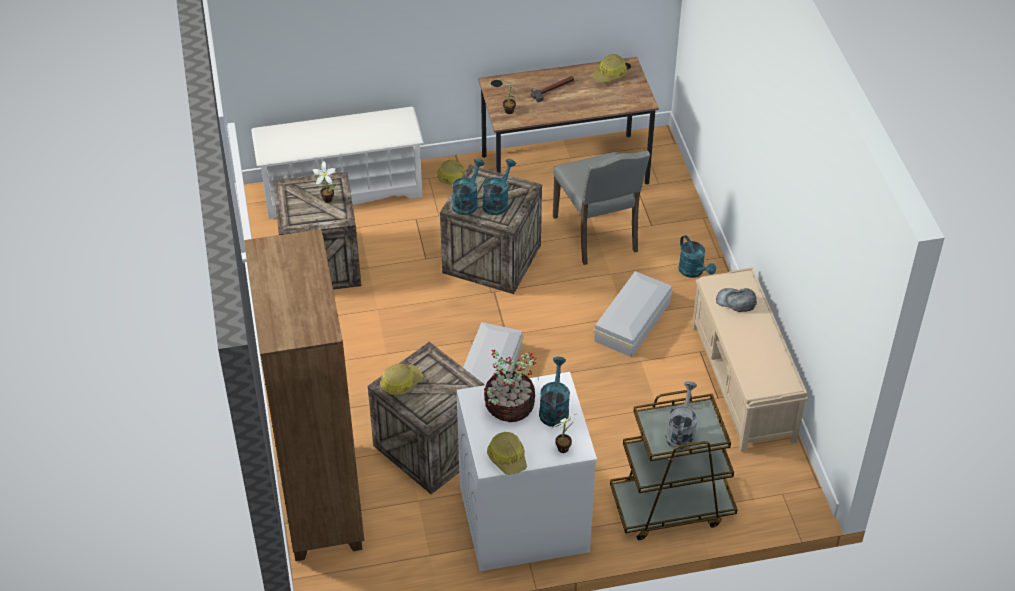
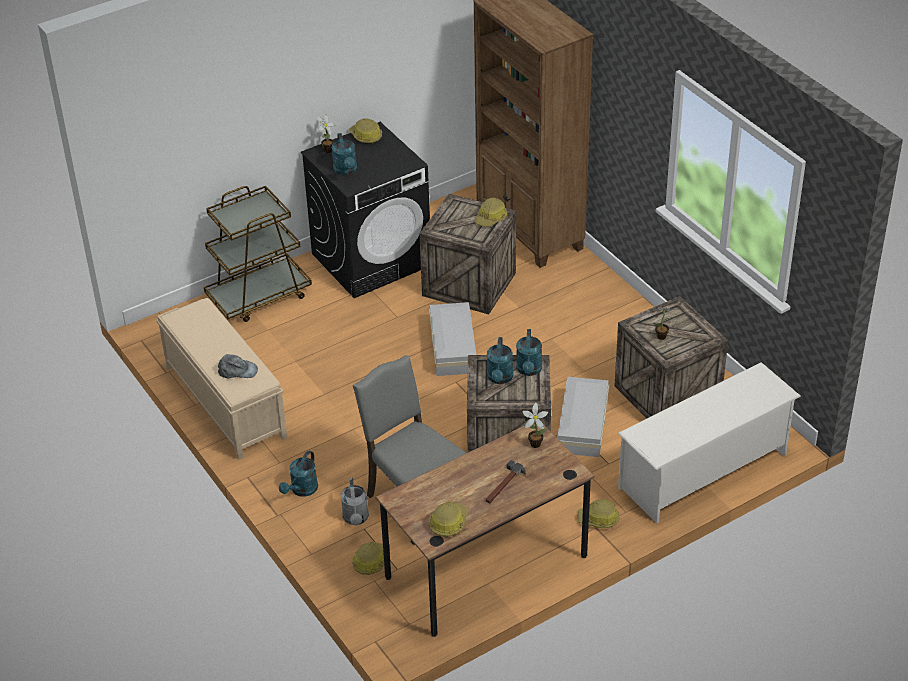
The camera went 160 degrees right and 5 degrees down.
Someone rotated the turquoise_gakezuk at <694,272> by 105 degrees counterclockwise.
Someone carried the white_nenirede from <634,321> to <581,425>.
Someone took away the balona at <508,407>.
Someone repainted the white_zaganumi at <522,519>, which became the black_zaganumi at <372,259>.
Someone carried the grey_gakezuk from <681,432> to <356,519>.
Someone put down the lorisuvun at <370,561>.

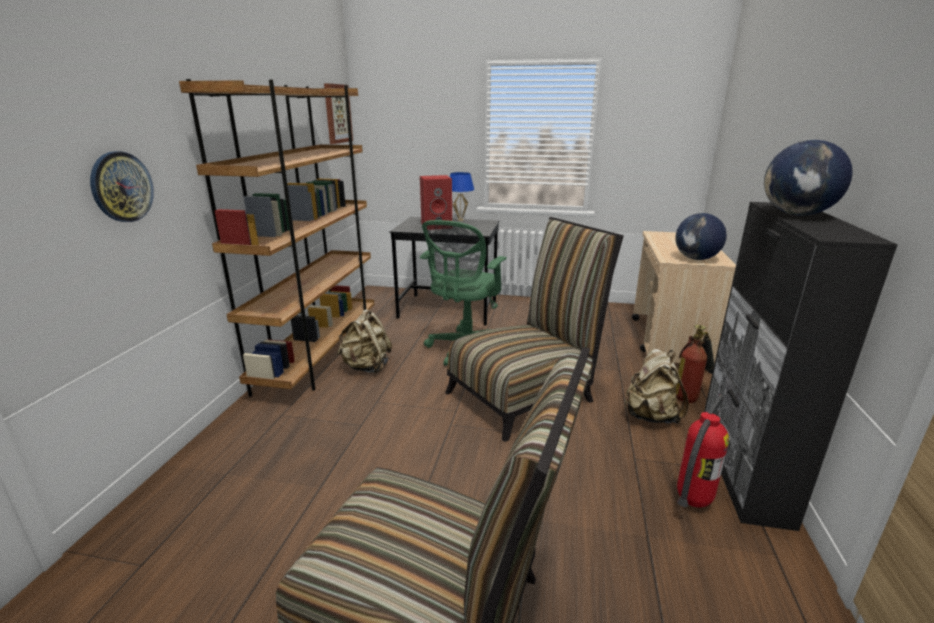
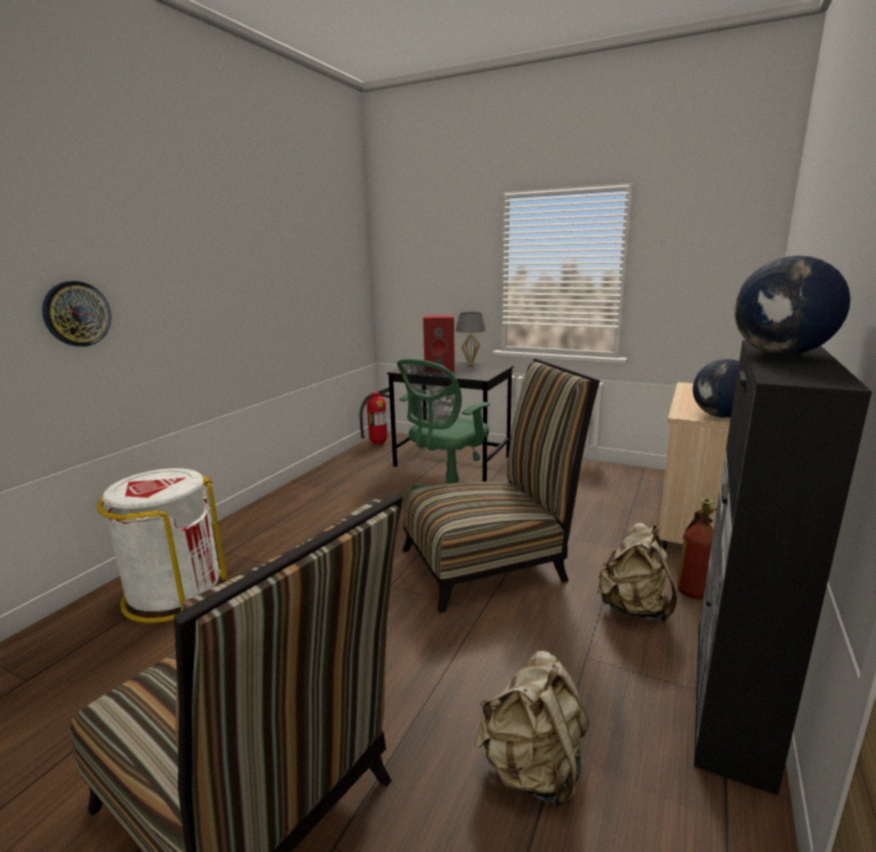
The camera went 15 degrees right and 5 degrees down.
Someone took away the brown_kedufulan at <320,354>.
Someone took away the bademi at <337,113>.
Someone repainted the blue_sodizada at <460,220>, which became the grey_sodizada at <470,364>.
Someone carried the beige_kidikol from <366,367> to <533,769>.
Someone carried the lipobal from <692,501> to <378,443>.
Someone put down the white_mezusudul at <174,592>.

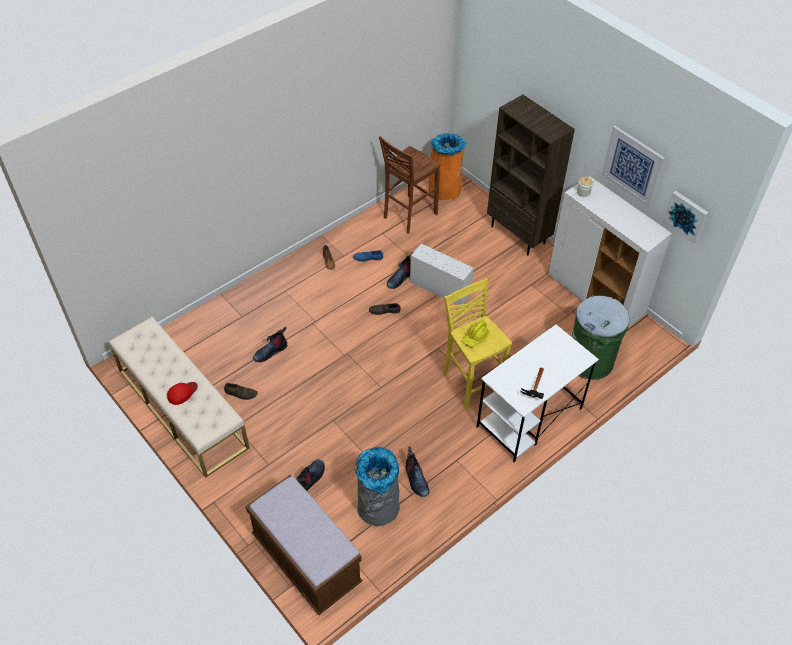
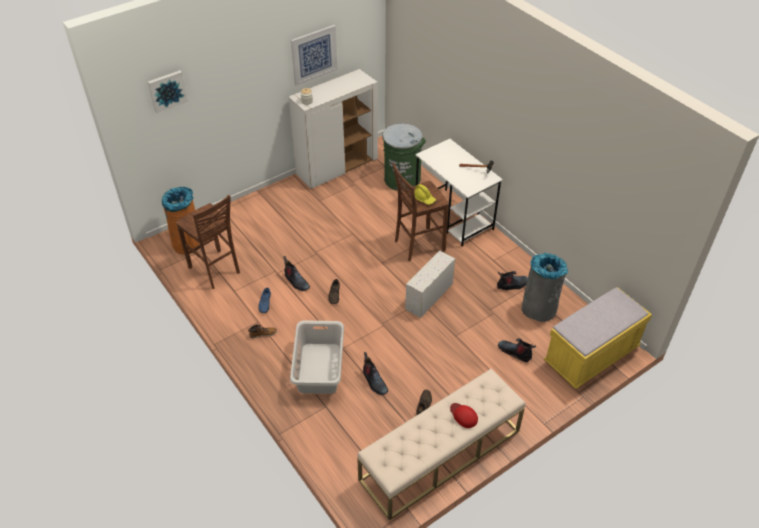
The camera went 85 degrees left and 5 degrees down.
Someone took away the brown_kedufulan at <518,235>.
Someone carried the bademi from <686,216> to <167,90>.
Someone carried the white_nenirede from <439,287> to <428,297>.
Someone repainted the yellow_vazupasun at <471,381>, which became the brown_vazupasun at <418,245>.
Someone repainted the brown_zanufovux at <306,560>, which became the yellow_zanufovux at <591,356>.
Someone put down the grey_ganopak at <318,368>.

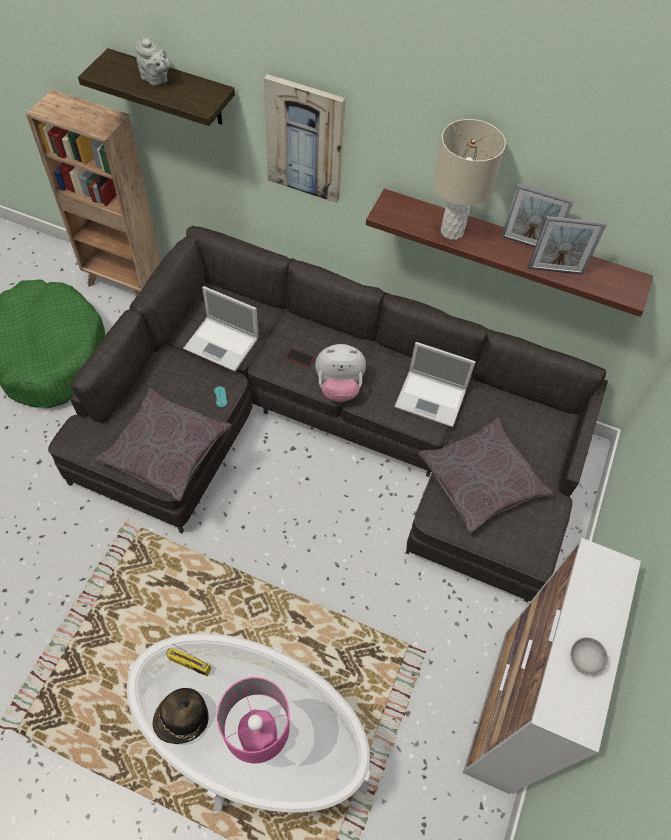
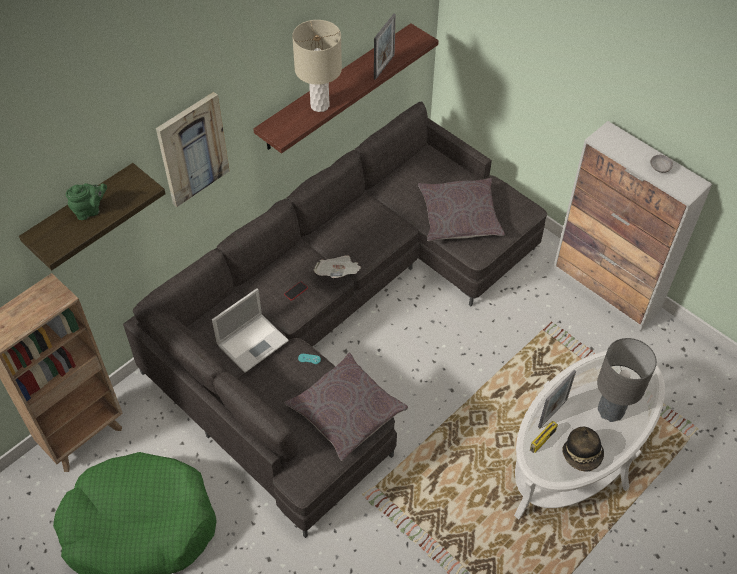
The camera went 65 degrees left and 5 degrees down.
Someone repainted the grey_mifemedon at <156,80>, which became the green_mifemedon at <90,211>.
Someone carried the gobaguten from <527,244> to <552,413>.
Someone took away the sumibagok at <432,398>.
Someone swapped the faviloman at <339,387> for the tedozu at <338,274>.
Someone repainted the pink_sodizada at <259,739>, which became the grey_sodizada at <610,410>.

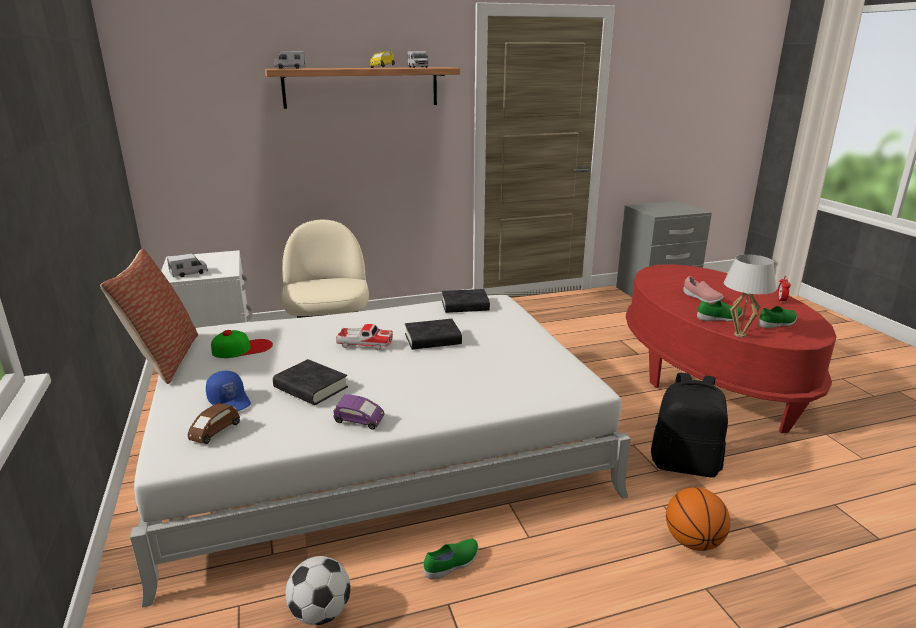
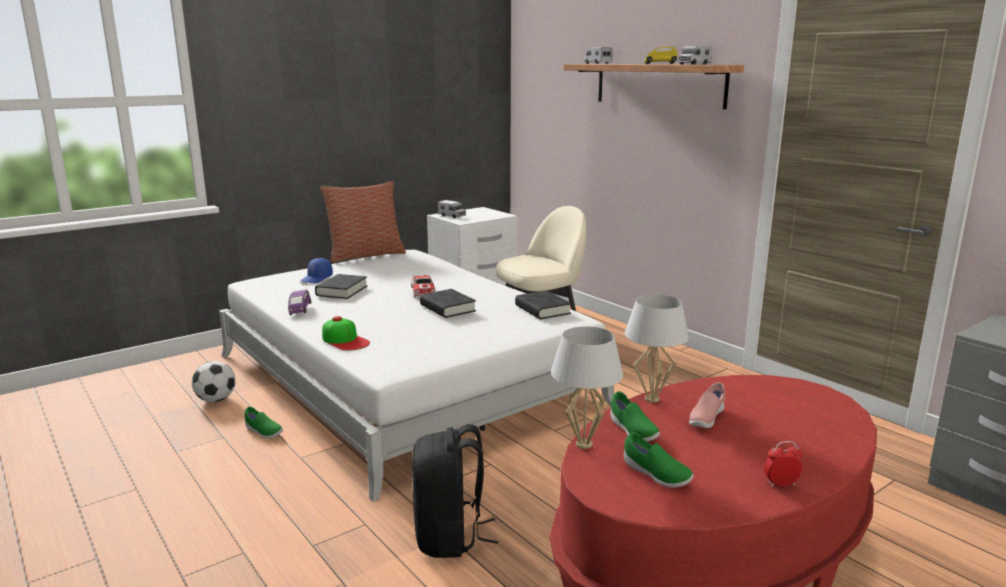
The camera went 70 degrees right and 5 degrees down.
Someone carried the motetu from <242,348> to <345,340>.
Someone took away the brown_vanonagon at <214,433>.
Someone took away the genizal at <693,542>.
Someone put down the white_sodizada at <652,399>.

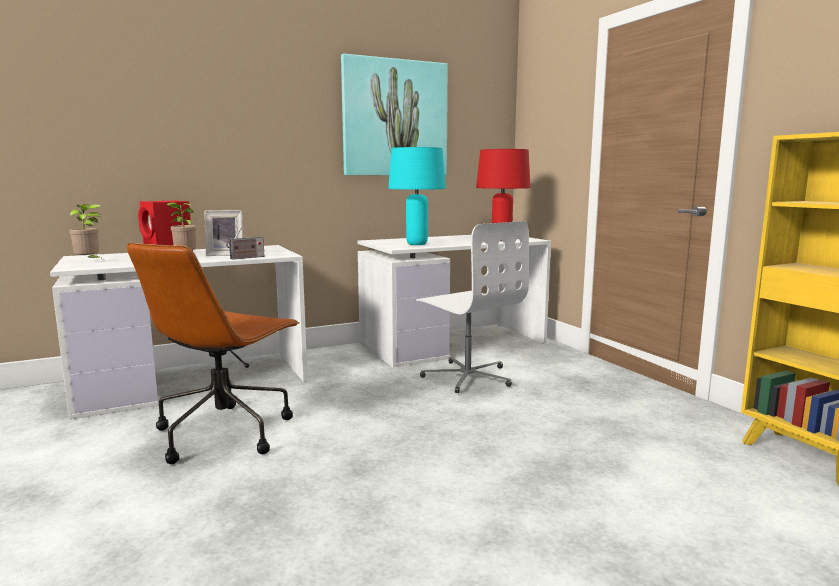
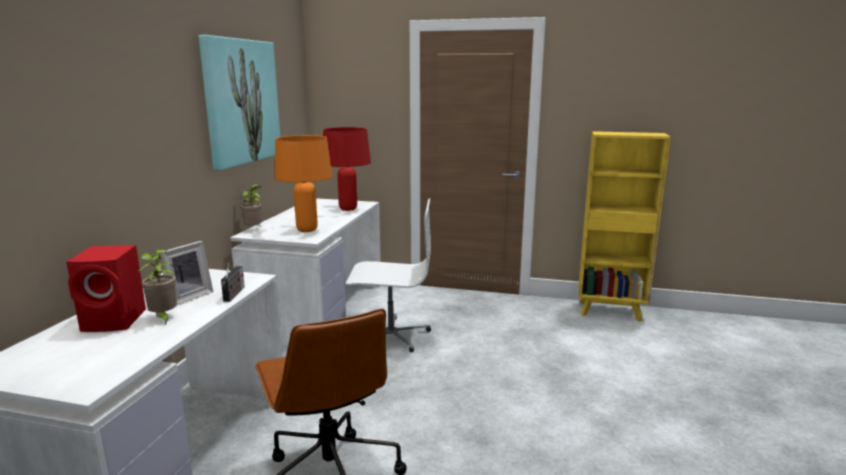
The camera went 50 degrees left and 5 degrees up.
Someone repainted the turquoise_sodizada at <416,244>, which became the orange_sodizada at <306,230>.
Someone carried the balona from <89,262> to <254,229>.

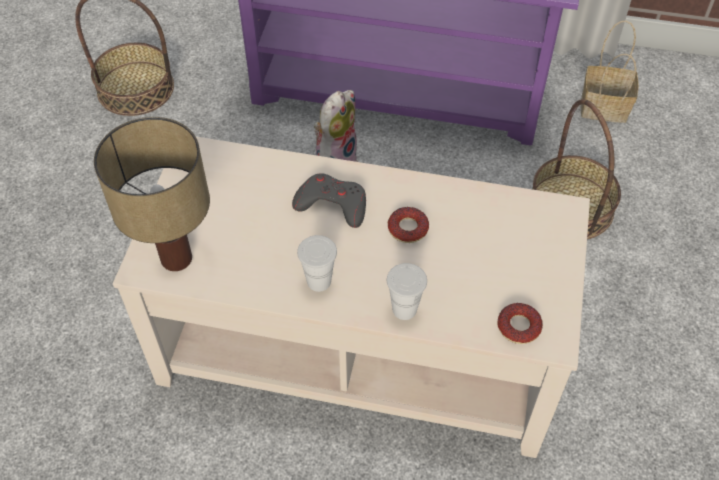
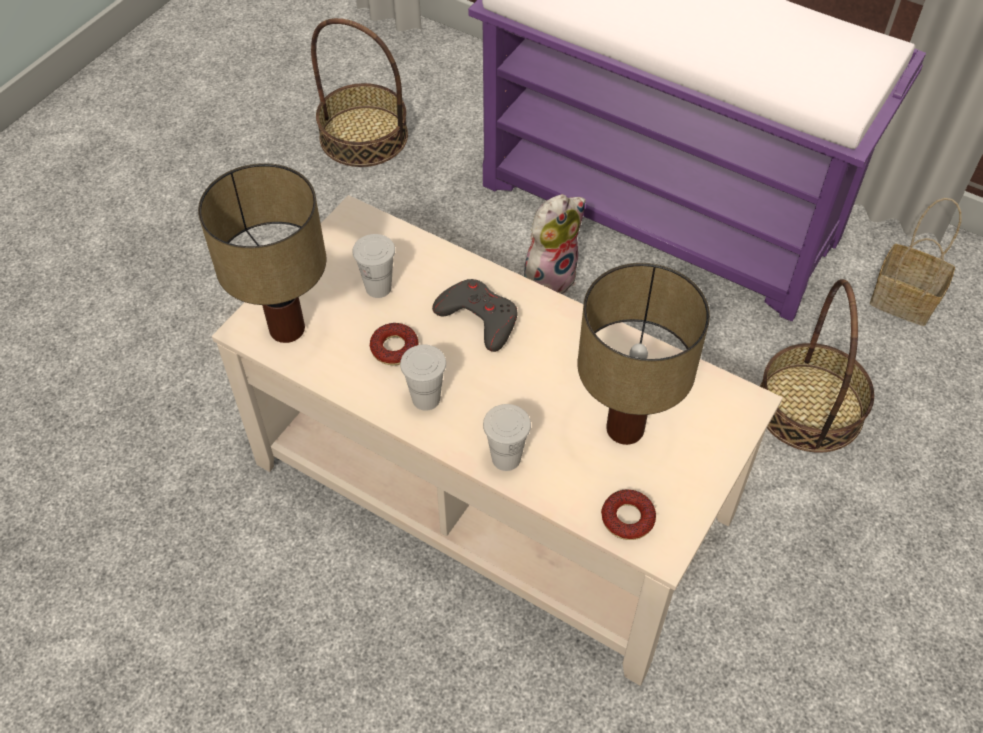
The camera went 20 degrees right and 0 degrees up.
Someone carried the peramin from <407,228> to <394,348>.
Someone put down the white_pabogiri at <378,288>.
Someone put down the sodizada at <627,429>.

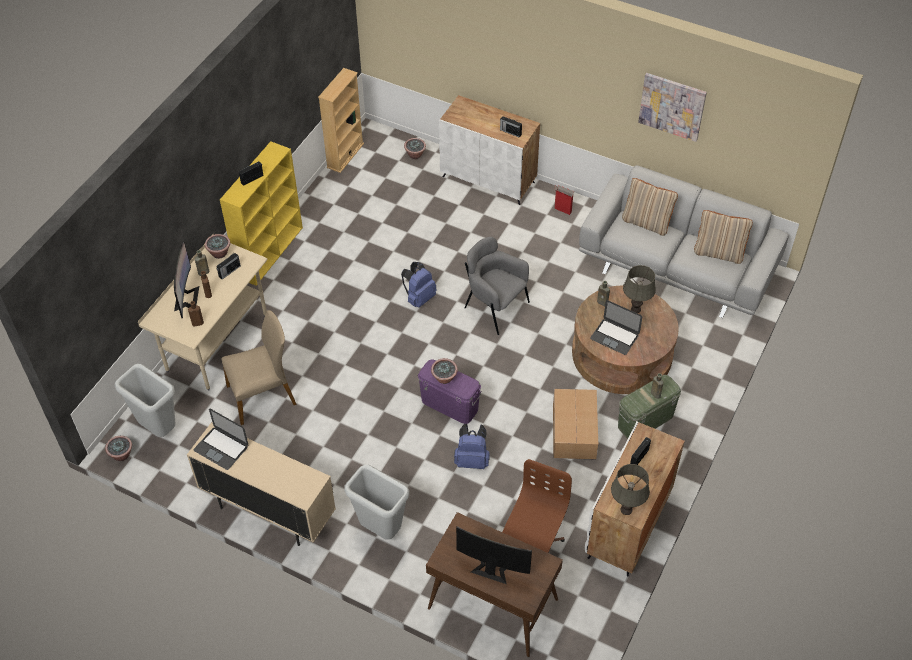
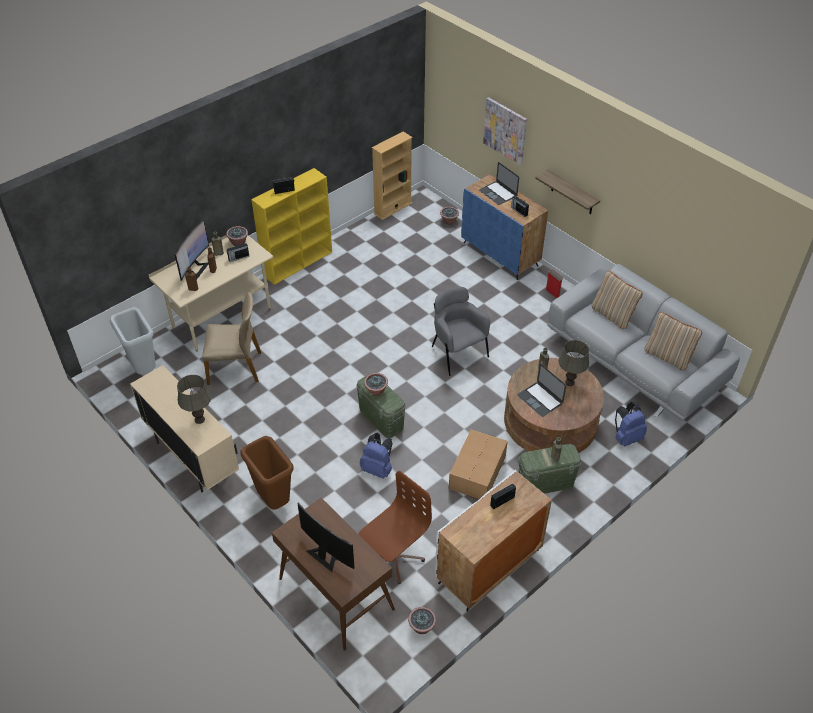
The camera went 20 degrees right and 5 degrees down.
Someone carried the bademi from <672,106> to <505,130>.
Someone repainted the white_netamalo at <489,179>, which became the blue_netamalo at <500,254>.
Someone carried the blue_kidikol from <419,298> to <626,437>.
Someone repainted the purple_nenirede at <449,404>, which became the green_nenirede at <381,418>.
Someone carried the sumibagok from <221,448> to <498,193>.
Someone carried the balona from <122,455> to <421,627>.
Someone carried the grey_sodizada from <626,509> to <199,419>.
Someone repainted the grey_mezusudul at <380,530>, which became the brown_mezusudul at <273,501>.
Someone put up the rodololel at <572,193>.

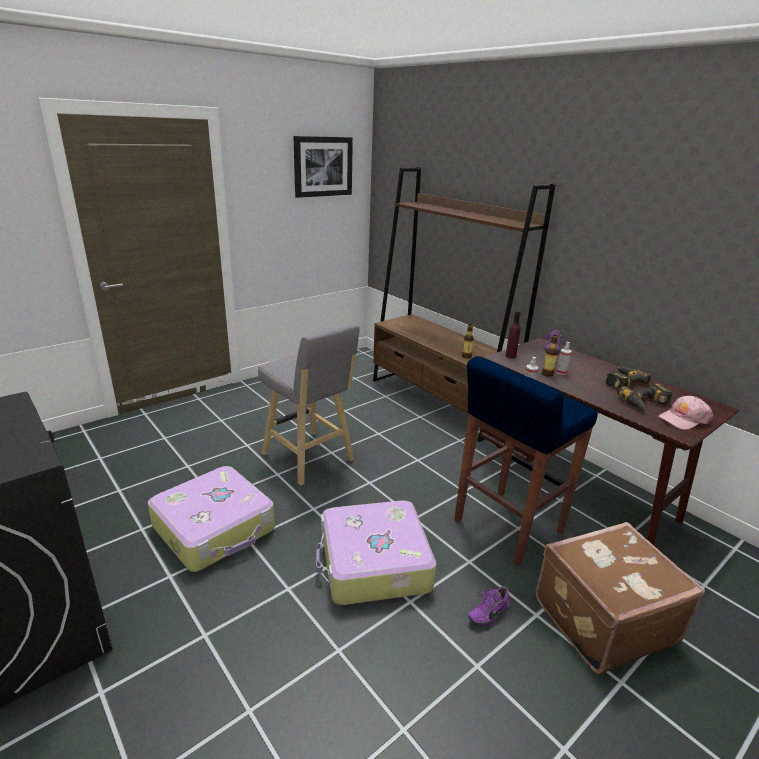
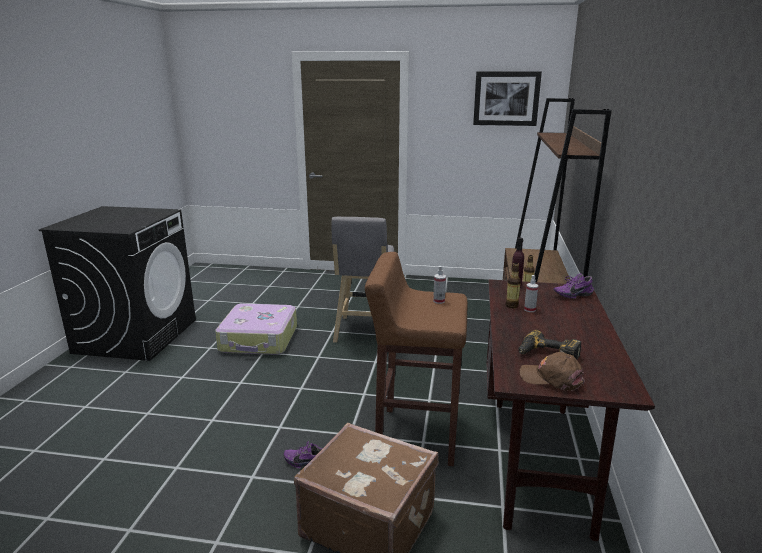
The camera went 50 degrees right and 5 degrees down.
Someone repainted the blue_vazupasun at <506,526>, which became the brown_vazupasun at <416,435>.
Someone took away the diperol at <621,381>.
Someone repainted the pink_motetu at <683,419>, which became the brown_motetu at <551,378>.
Someone took away the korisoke at <373,563>.

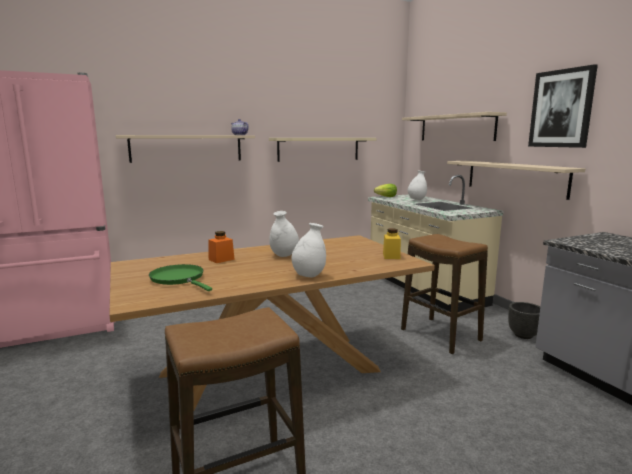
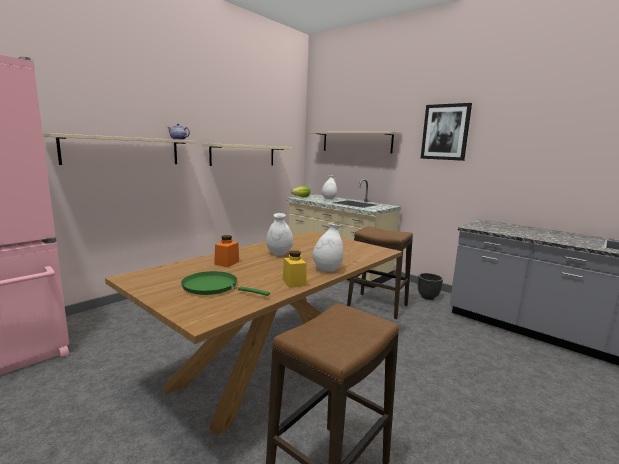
The camera went 25 degrees left and 0 degrees up.
Someone took away the beige_rodololel at <515,178>.
Someone carried the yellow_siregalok from <391,256> to <294,282>.

